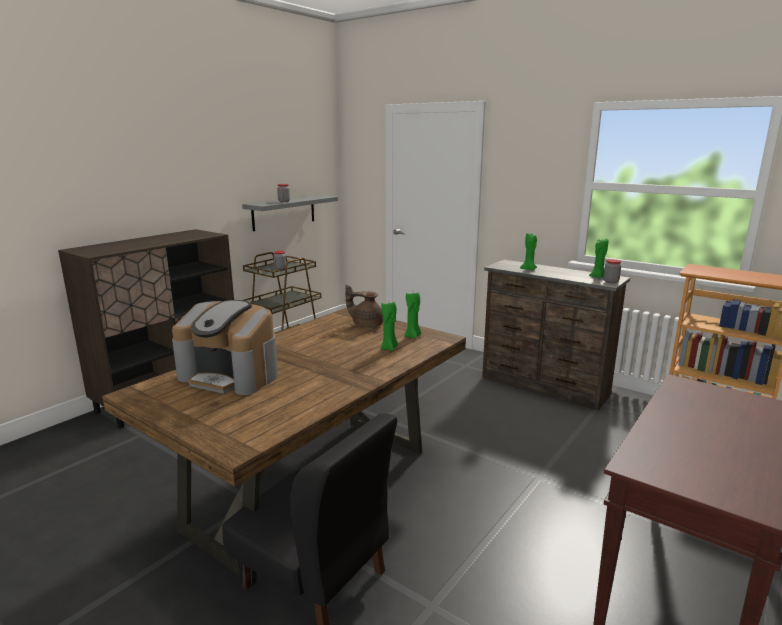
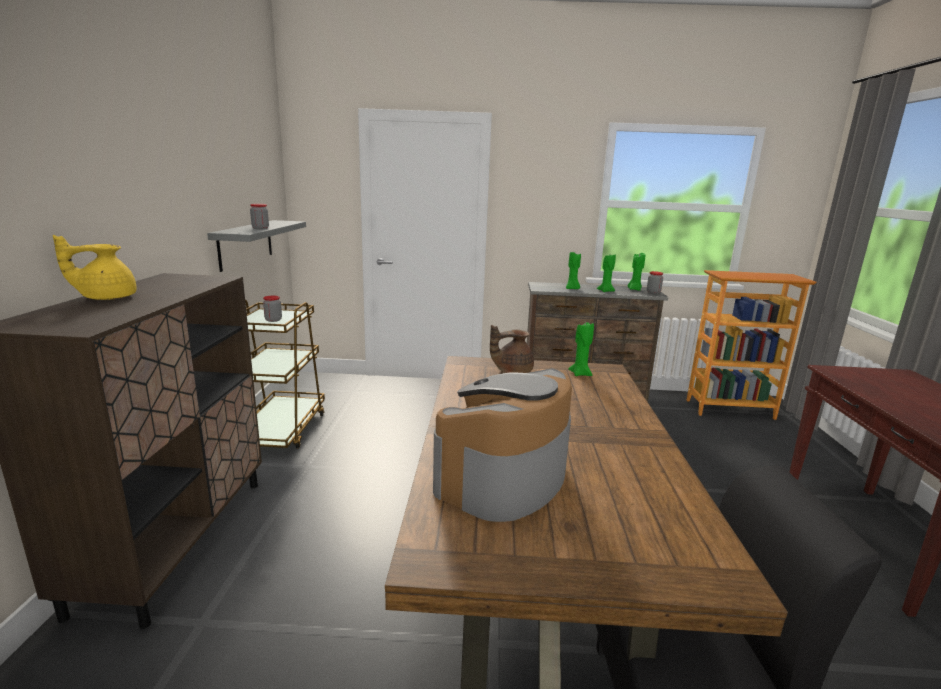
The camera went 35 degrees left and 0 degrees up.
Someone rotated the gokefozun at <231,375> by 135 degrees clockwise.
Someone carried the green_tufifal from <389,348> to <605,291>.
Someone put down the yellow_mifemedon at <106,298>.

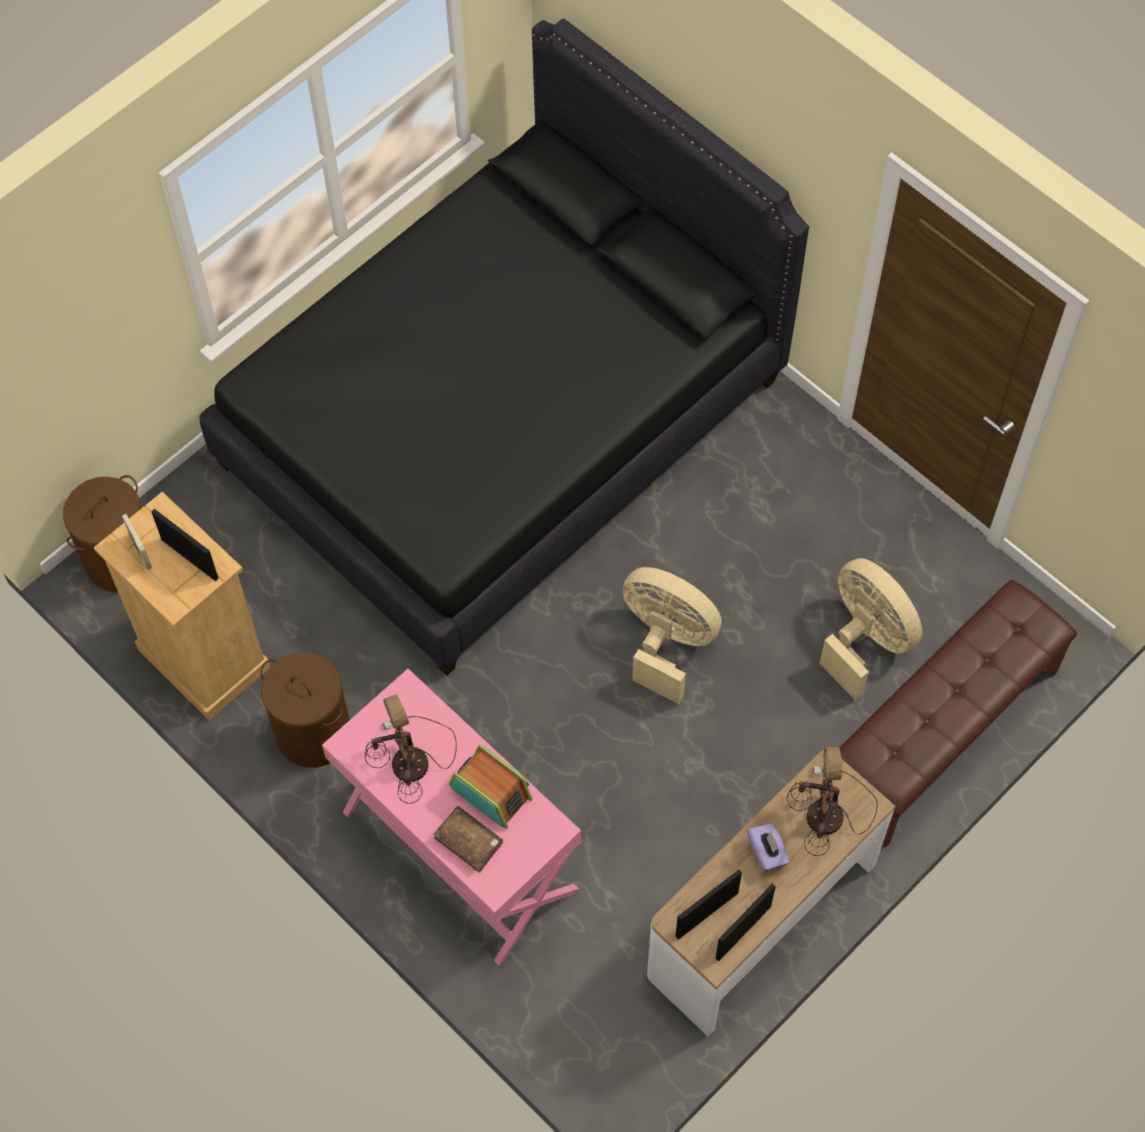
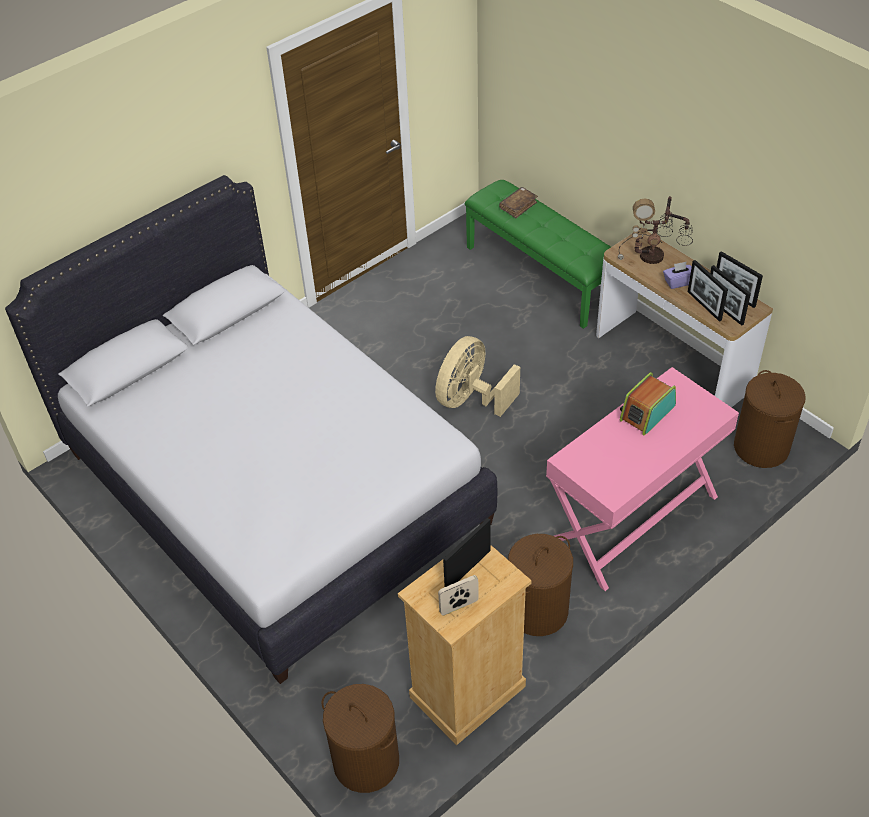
The camera went 85 degrees left and 15 degrees down.
Someone repainted the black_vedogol at <501,420>, which became the white_vedogol at <274,488>.
Someone took away the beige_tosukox at <865,639>.
Someone repainted the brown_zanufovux at <943,733>, which became the green_zanufovux at <541,275>.
Someone took away the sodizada at <409,768>.
Someone carried the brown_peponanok from <469,841> to <518,206>.
Someone put down the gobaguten at <704,306>.
Someone put down the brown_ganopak at <761,448>.

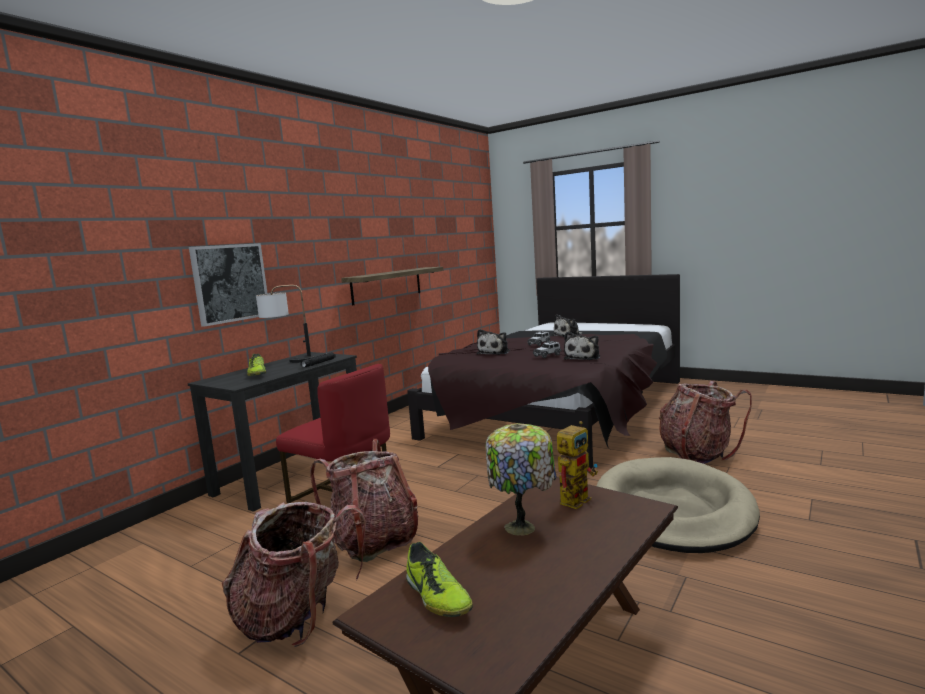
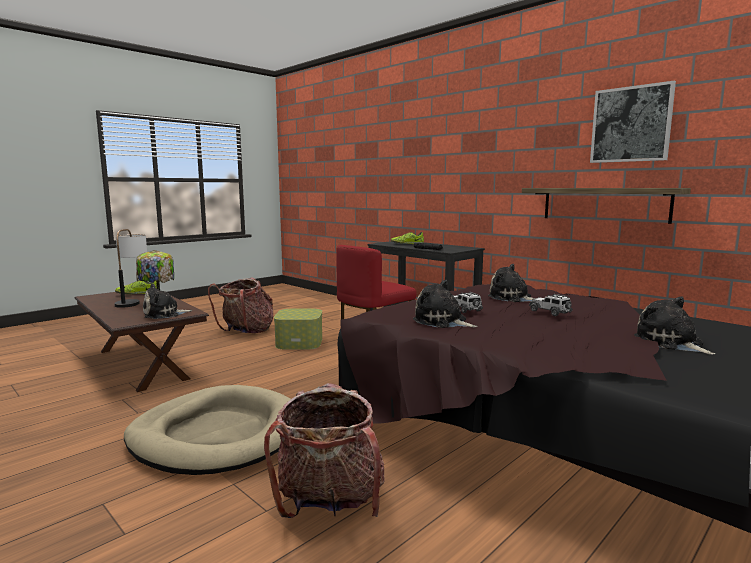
The camera went 100 degrees right and 0 degrees up.
Someone carried the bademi from <230,283> to <631,124>.
Someone carried the sodizada from <289,361> to <133,301>.
Someone swapped the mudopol at <576,498> for the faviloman at <164,314>.
Someone swapped the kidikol at <373,541> for the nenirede at <299,342>.

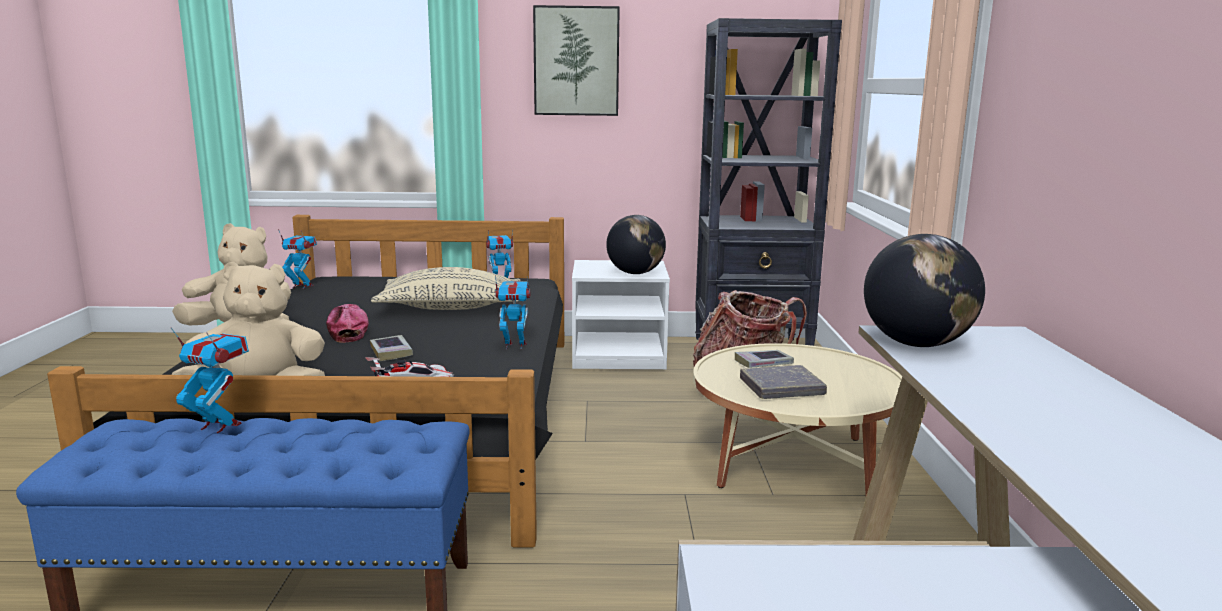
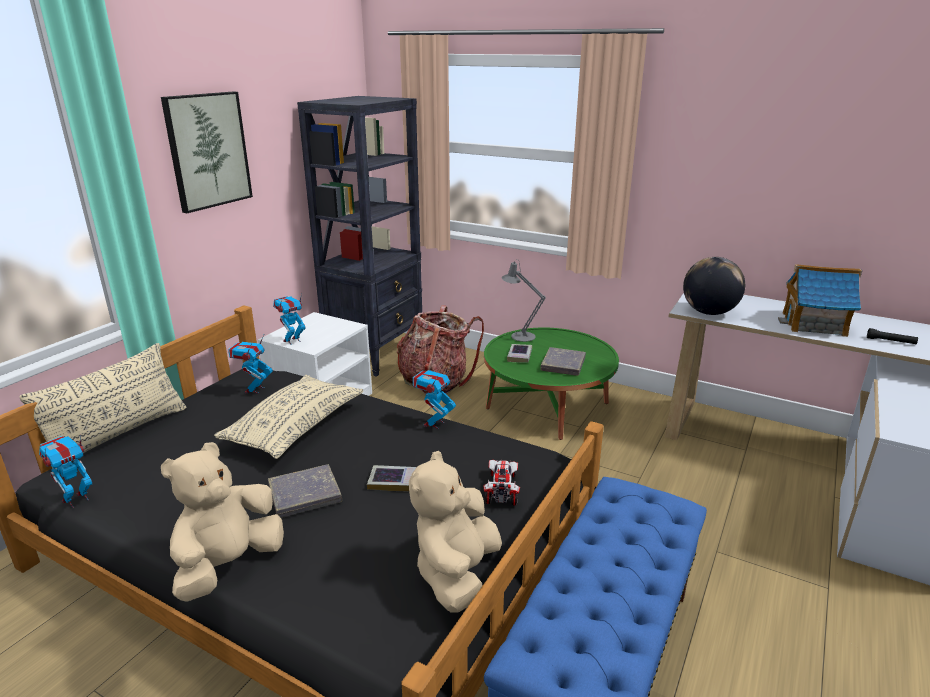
The camera went 60 degrees left and 10 degrees up.
Someone took away the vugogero at <635,273>.
Someone swapped the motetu at <347,331> for the grey_peponanok at <305,495>.
Someone carried the mudopol from <220,426> to <292,341>.
Someone repainted the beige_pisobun at <792,462>, which became the green_pisobun at <547,406>.
Someone put down the grey_sodizada at <519,335>.
Someone put down the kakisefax at <814,324>.
Someone put down the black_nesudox at <890,341>.
Someone put down the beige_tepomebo at <119,434>.

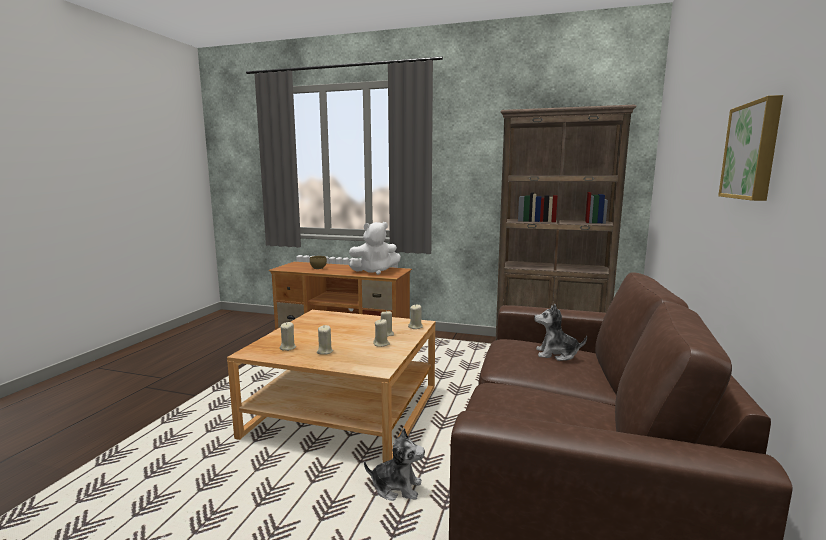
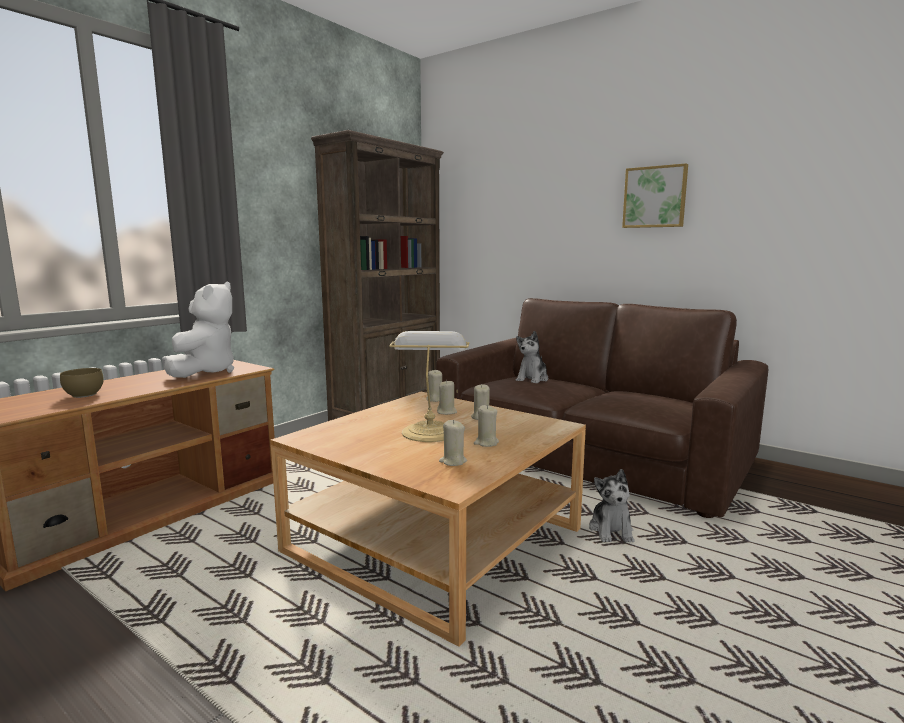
The camera went 70 degrees left and 0 degrees up.
Someone rotated the faviloman at <396,488> by 150 degrees clockwise.
Someone put down the sodizada at <429,431>.

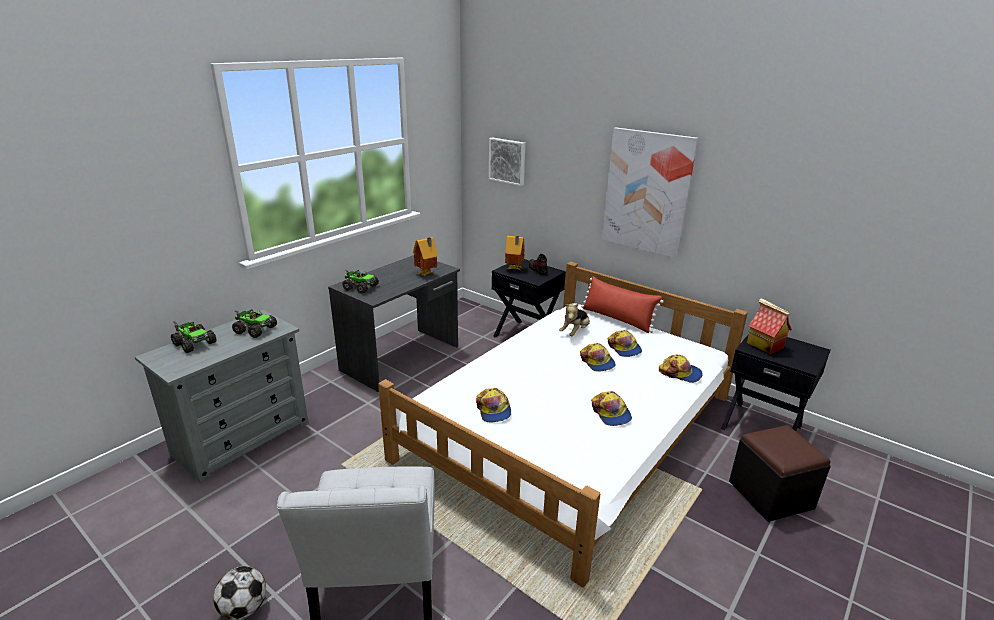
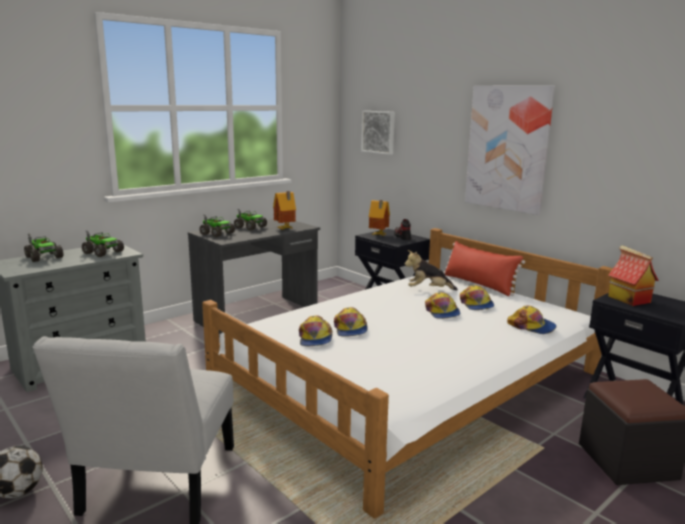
The camera went 10 degrees right and 10 degrees down.
Someone rotated the faviloman at <575,332> by 45 degrees clockwise.
Someone carried the motetu from <611,413> to <350,329>.
Someone put down the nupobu at <250,227>.

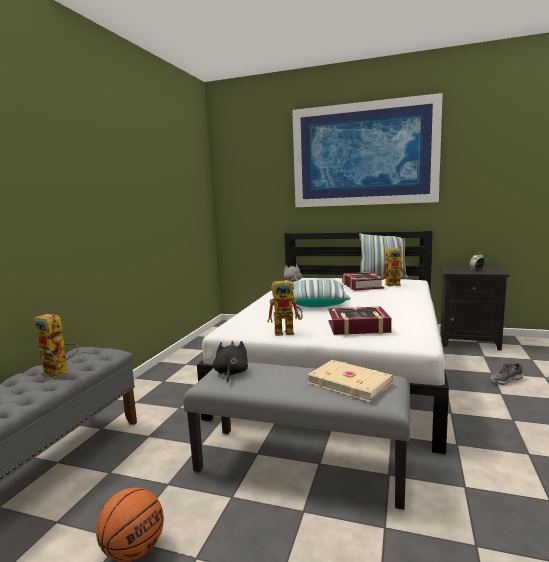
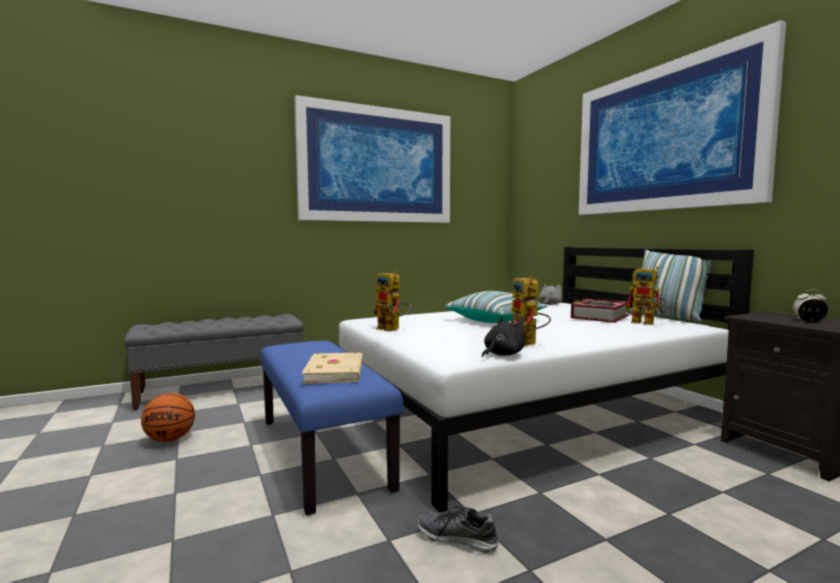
The camera went 45 degrees right and 5 degrees down.
Someone took away the peponanok at <358,327>.
Someone carried the mudopol from <60,373> to <528,344>.
Someone carried the black_faviloman from <230,373> to <502,354>.
Someone carried the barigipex from <506,380> to <457,539>.
Someone repainted the grey_zanufovux at <301,464>, which became the blue_zanufovux at <323,452>.
Someone put up the bademi at <377,165>.

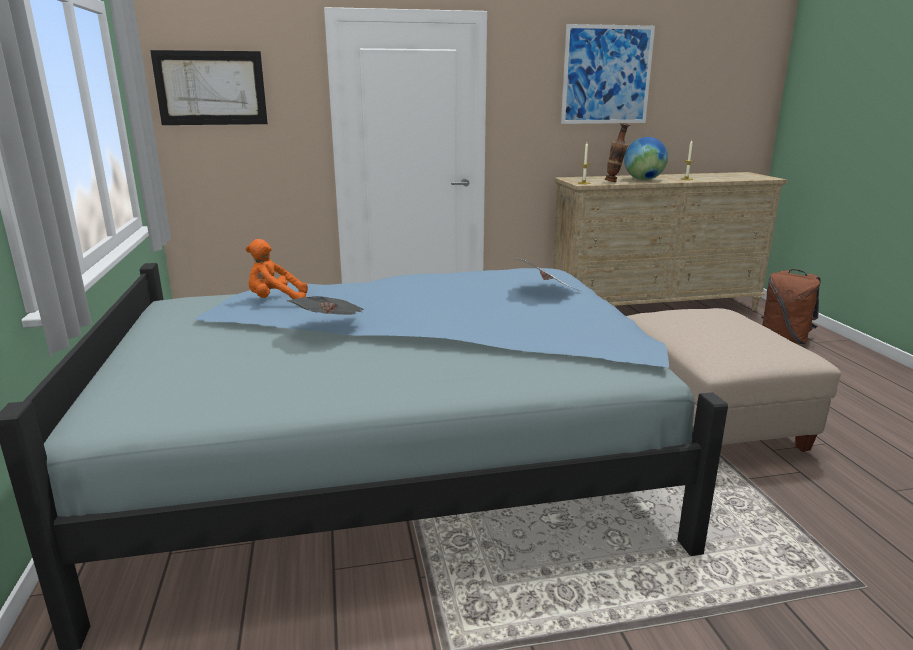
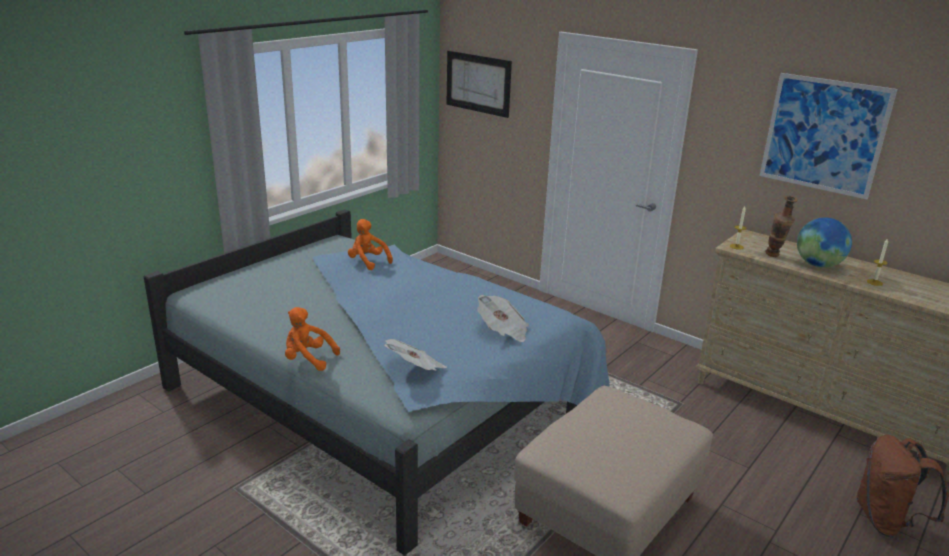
The camera went 50 degrees right and 5 degrees up.
Someone carried the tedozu from <330,326> to <415,369>.
Someone put down the orange_faviloman at <308,359>.

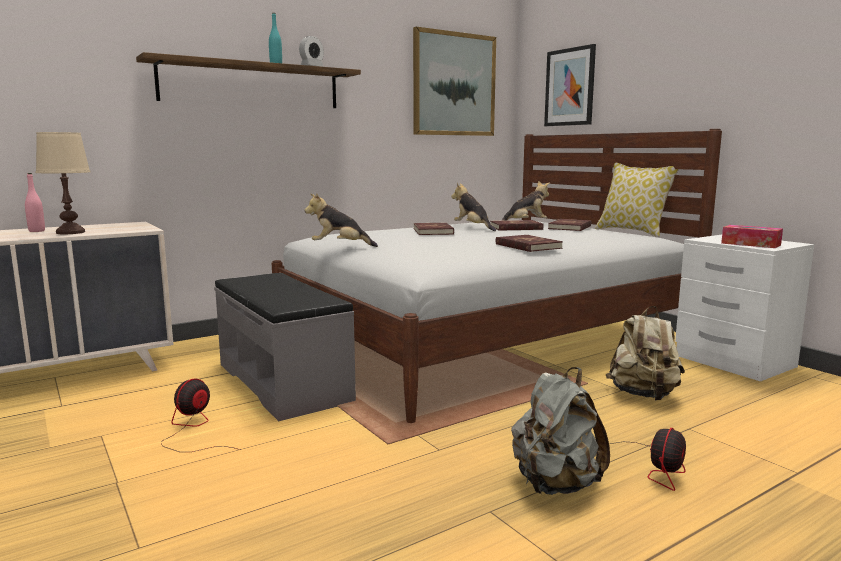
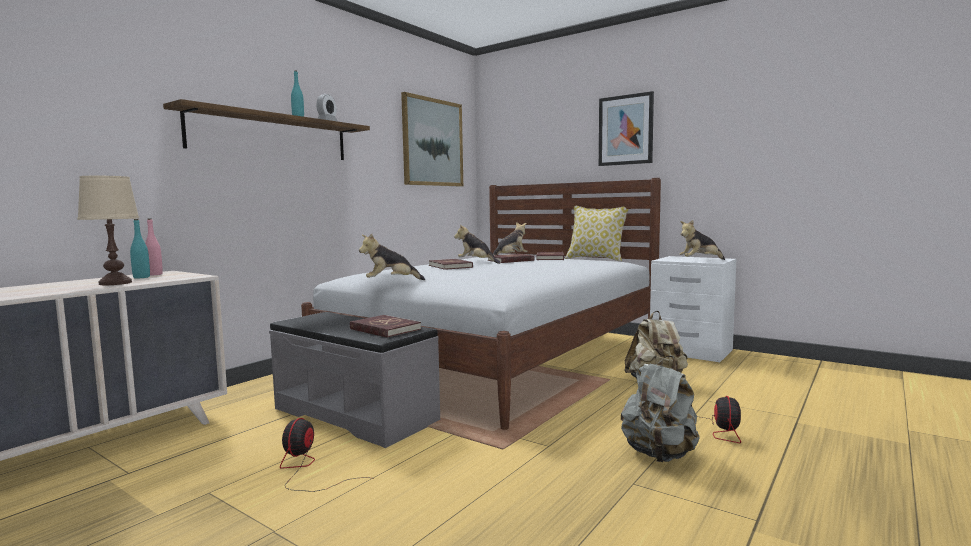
The camera went 20 degrees left and 5 degrees down.
Someone carried the bademi from <570,87> to <625,130>.
Someone carried the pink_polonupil from <37,231> to <154,274>.
Someone swapped the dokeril at <750,244> for the faviloman at <700,261>.
Someone carried the red_peponanok from <527,246> to <385,329>.
Someone put down the turquoise_polonupil at <141,277>.

